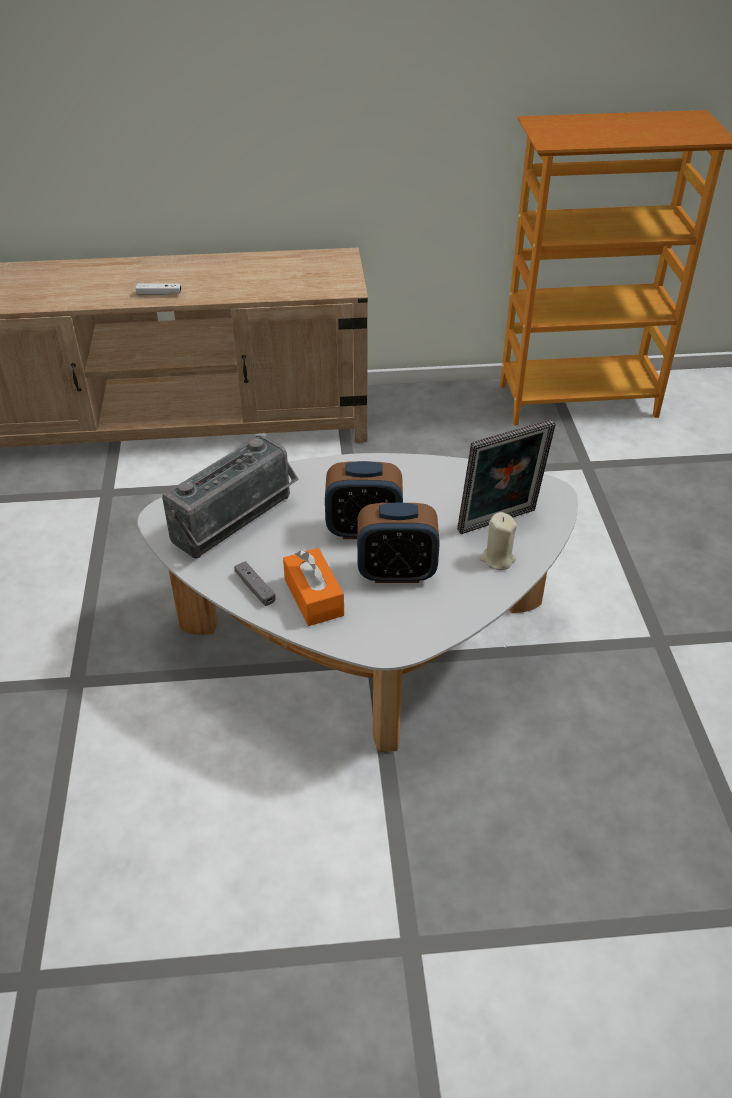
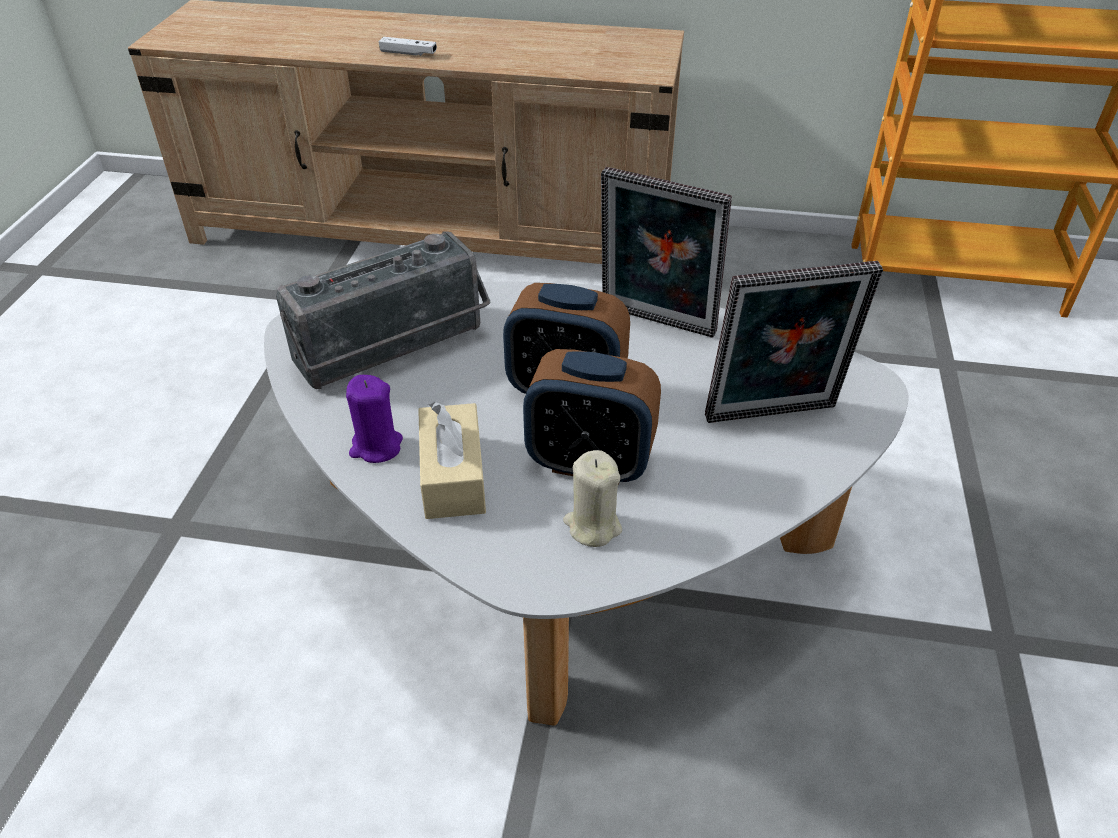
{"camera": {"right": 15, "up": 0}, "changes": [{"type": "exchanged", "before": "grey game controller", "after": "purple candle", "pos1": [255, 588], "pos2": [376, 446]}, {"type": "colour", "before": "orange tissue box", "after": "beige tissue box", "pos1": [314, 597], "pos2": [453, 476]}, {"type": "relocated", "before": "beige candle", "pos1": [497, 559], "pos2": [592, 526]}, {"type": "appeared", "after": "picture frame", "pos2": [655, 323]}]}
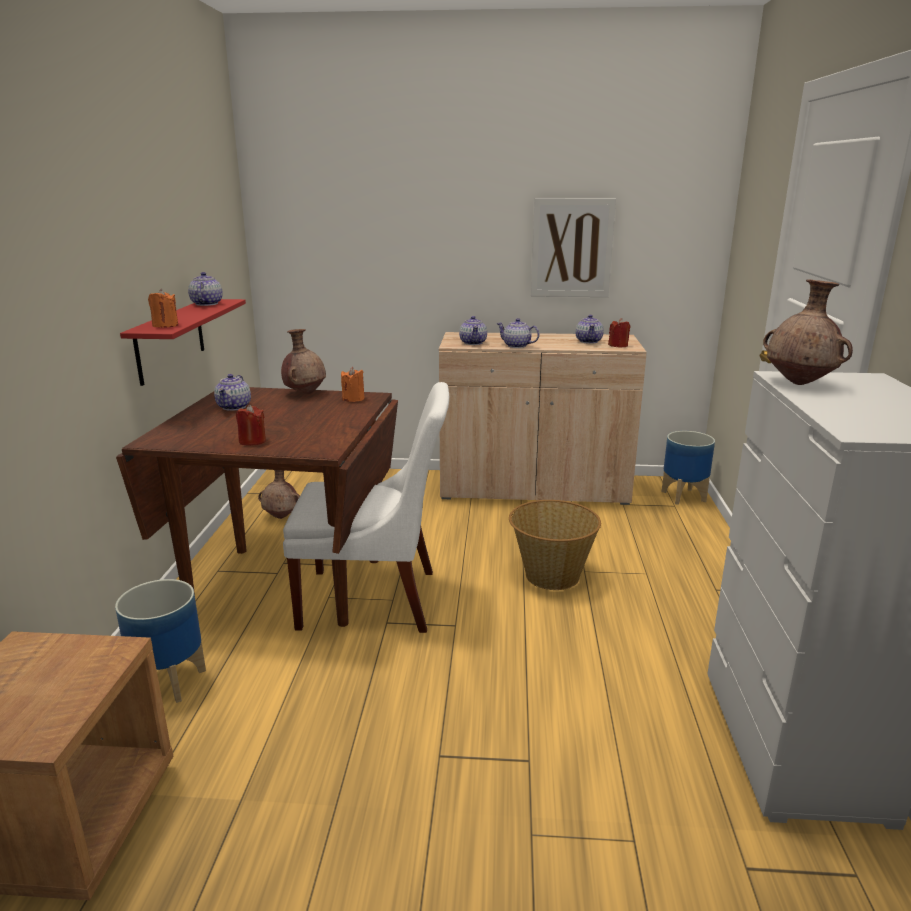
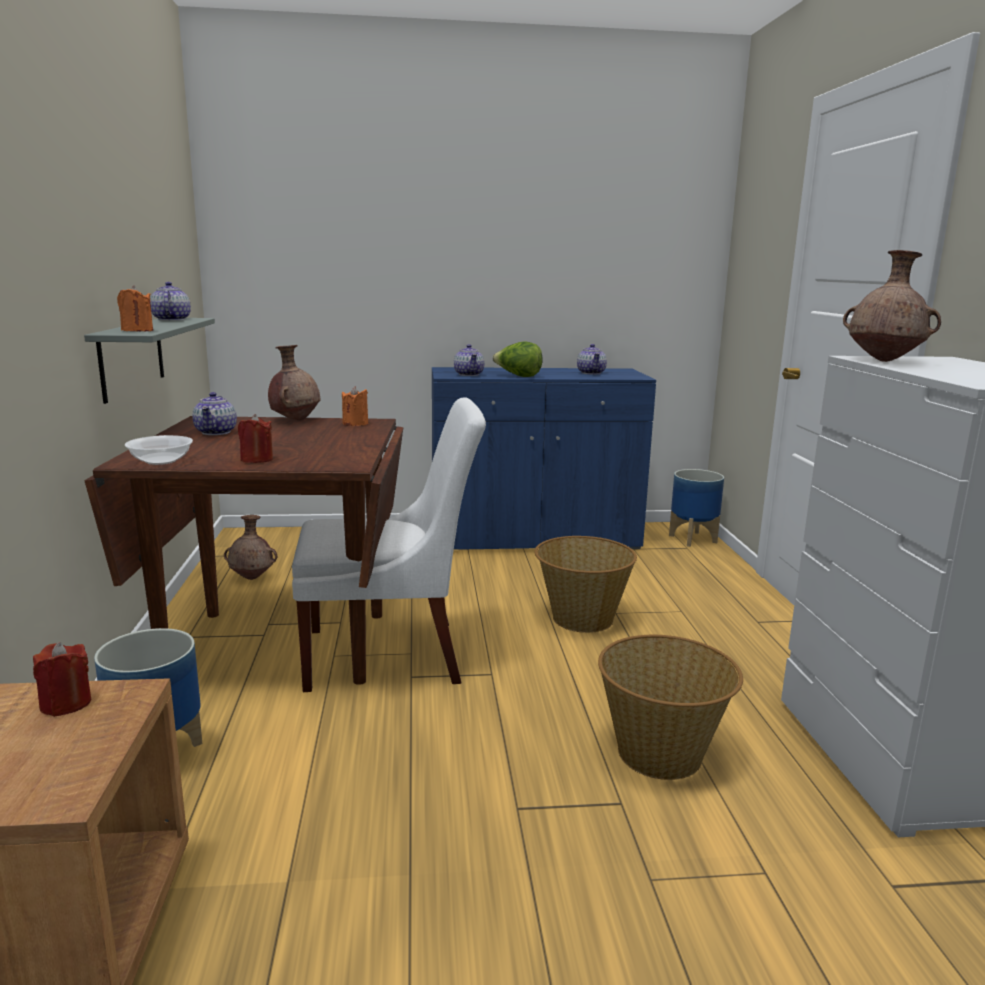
{"camera": {"right": -10, "up": -5}, "changes": [{"type": "relocated", "before": "red candle", "pos1": [618, 345], "pos2": [66, 704]}, {"type": "colour", "before": "red shelf", "after": "grey shelf", "pos1": [170, 340], "pos2": [132, 357]}, {"type": "appeared", "after": "bowl", "pos2": [161, 461]}, {"type": "colour", "before": "beige cabinet", "after": "blue cabinet", "pos1": [533, 488], "pos2": [533, 538]}, {"type": "exchanged", "before": "teapot", "after": "lettuce", "pos1": [517, 346], "pos2": [518, 376]}, {"type": "appeared", "after": "basket", "pos2": [661, 753]}, {"type": "missing", "before": "picture", "pos1": [572, 248]}]}
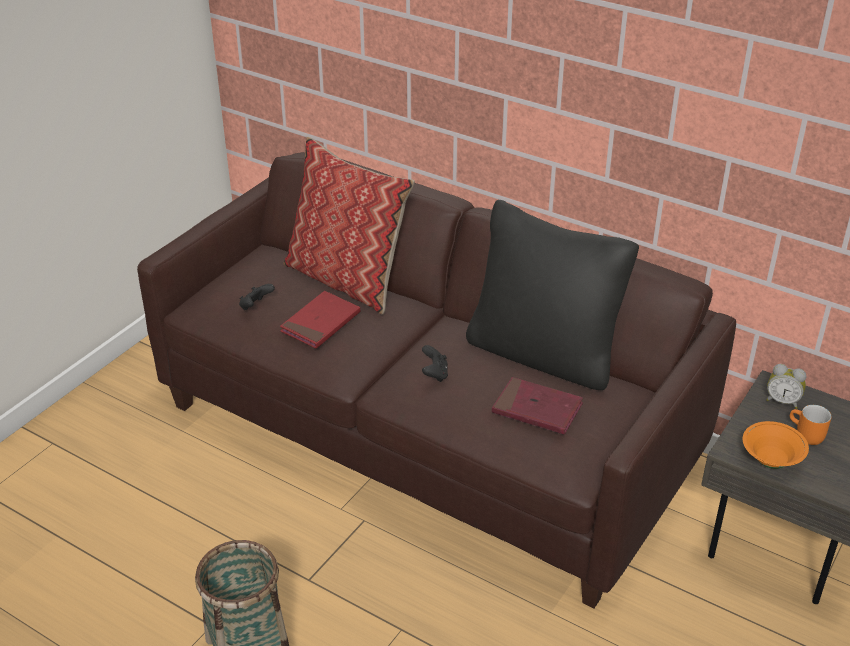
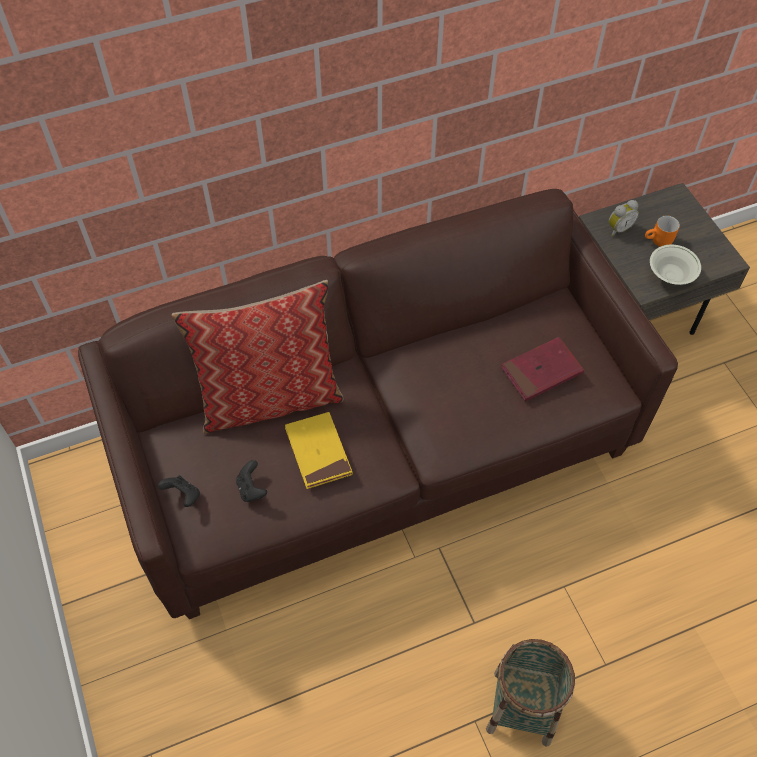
{"camera": {"right": -55, "up": 20}, "changes": [{"type": "relocated", "before": "black game controller", "pos1": [434, 374], "pos2": [183, 496]}, {"type": "colour", "before": "red book", "after": "yellow book", "pos1": [321, 323], "pos2": [318, 452]}, {"type": "colour", "before": "orange bowl", "after": "white bowl", "pos1": [771, 461], "pos2": [670, 276]}, {"type": "missing", "before": "black pillow", "pos1": [544, 354]}]}
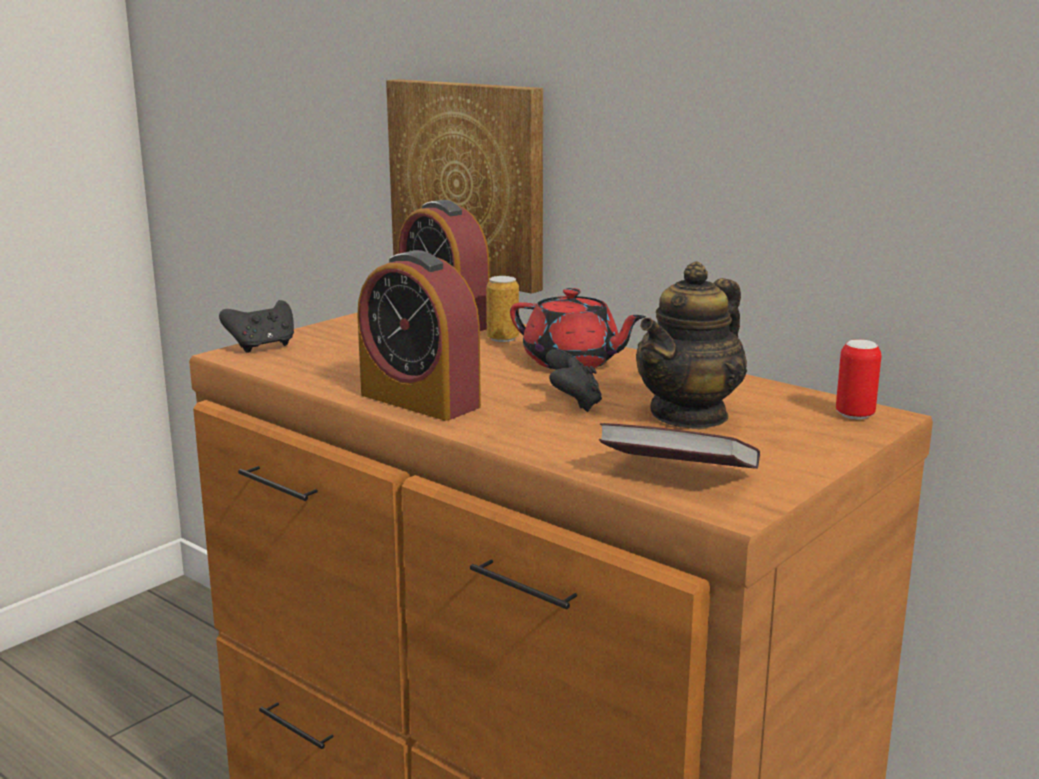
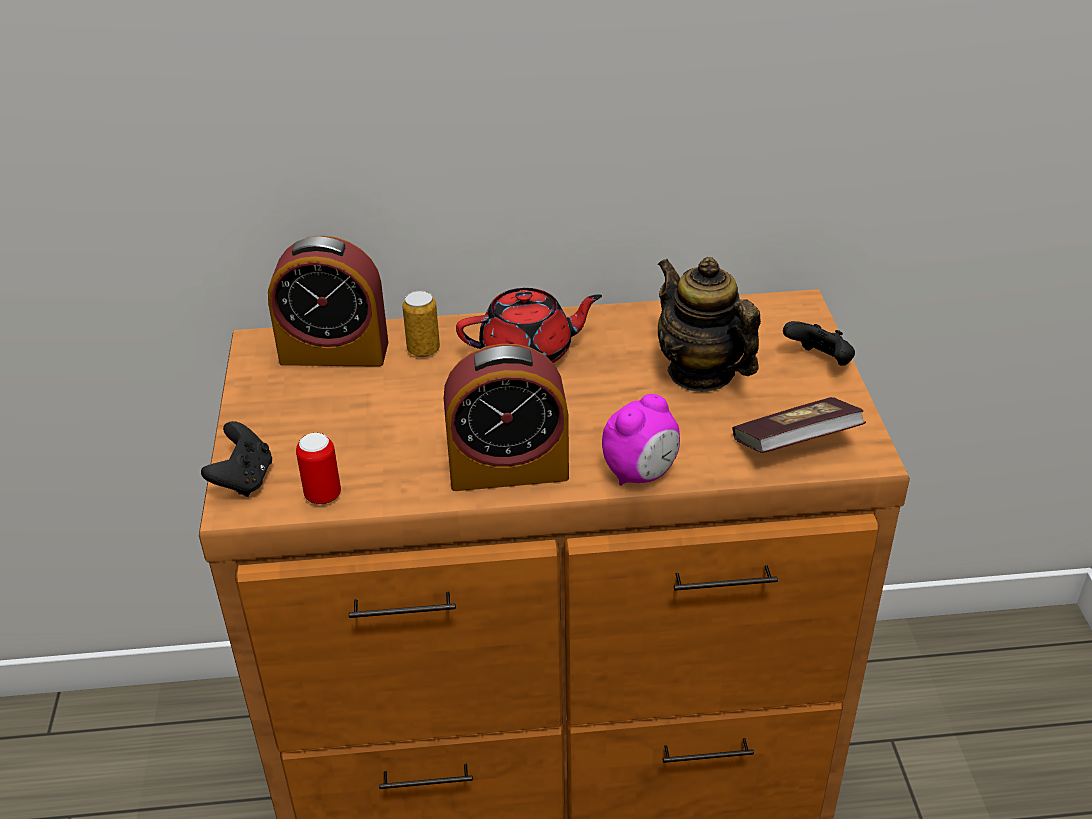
{"camera": {"right": -45, "up": 20}, "changes": [{"type": "relocated", "before": "can", "pos1": [854, 415], "pos2": [323, 495]}, {"type": "appeared", "after": "alarm clock", "pos2": [641, 474]}, {"type": "spun", "before": "teapot", "pos1": [690, 415], "pos2": [701, 372], "turn": 150}, {"type": "relocated", "before": "black game controller", "pos1": [573, 404], "pos2": [820, 362]}, {"type": "missing", "before": "picture", "pos1": [469, 182]}]}
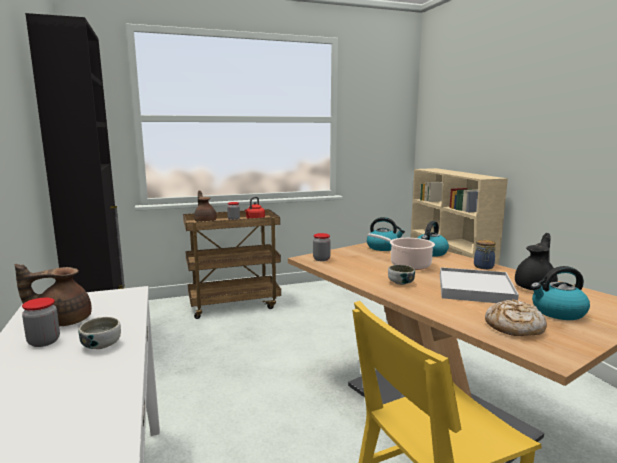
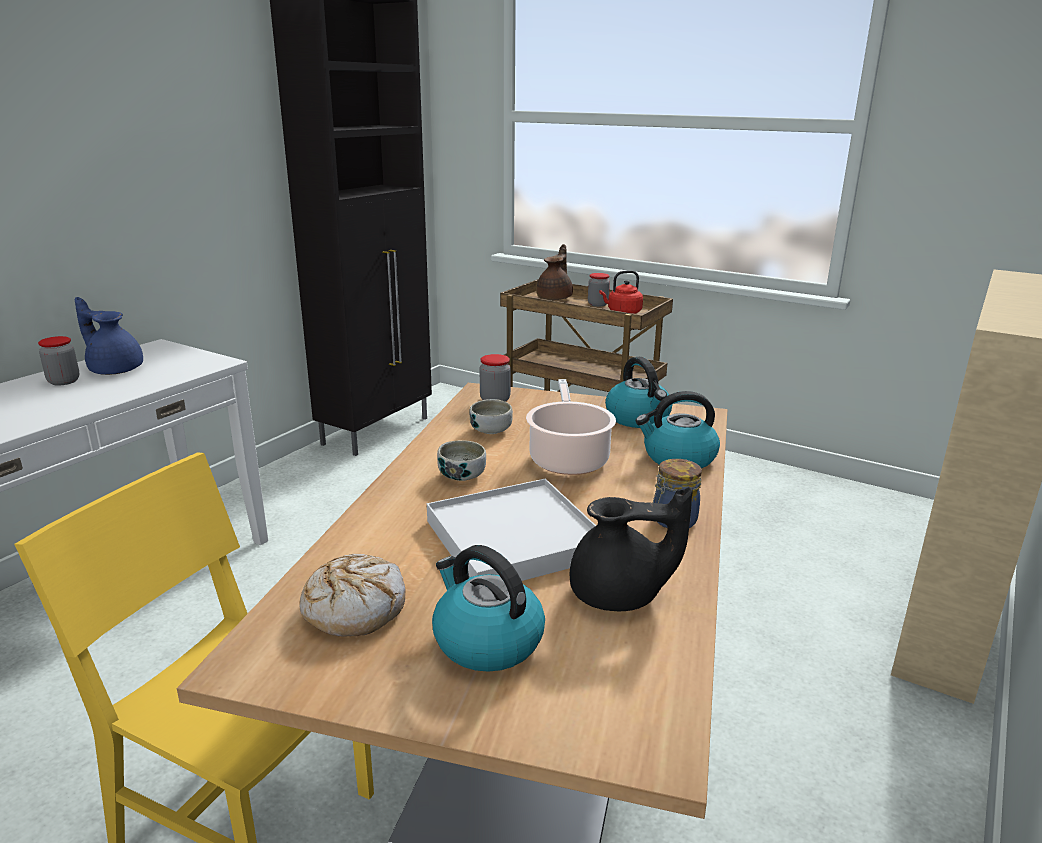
{"camera": {"right": 50, "up": 10}, "changes": [{"type": "colour", "before": "brown teapot", "after": "blue teapot", "pos1": [62, 321], "pos2": [115, 369]}, {"type": "relocated", "before": "bowl", "pos1": [101, 345], "pos2": [491, 430]}]}
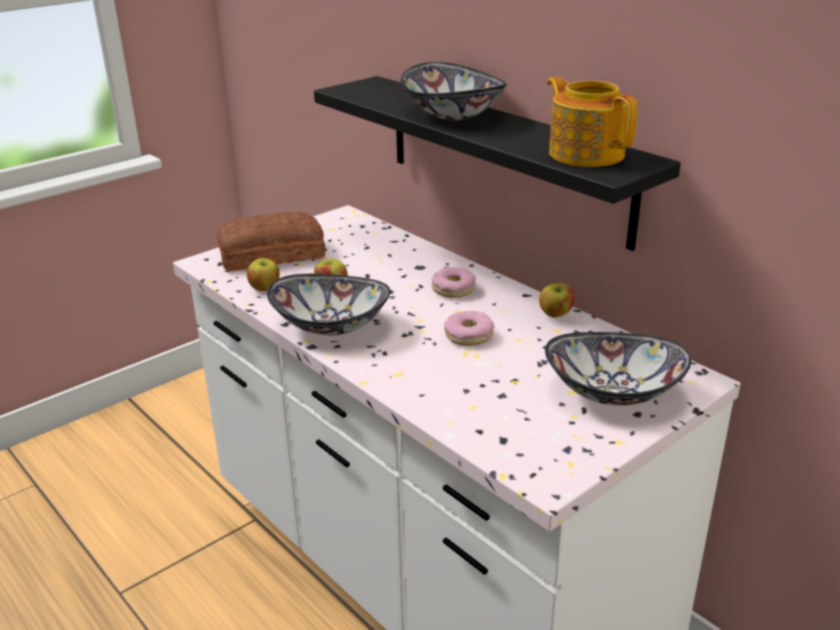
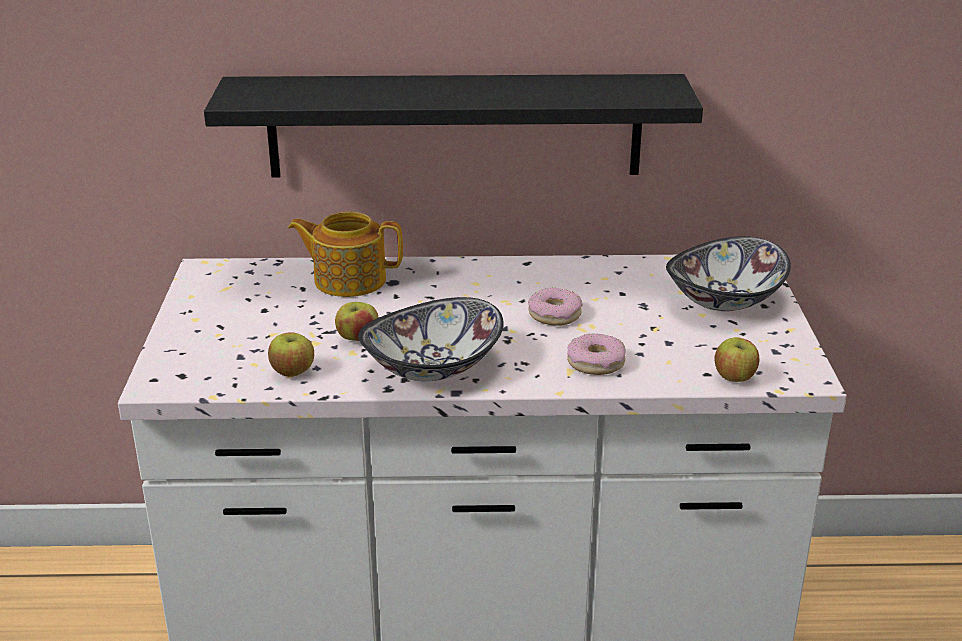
{"camera": {"right": -50, "up": 0}, "changes": [{"type": "relocated", "before": "teapot", "pos1": [586, 154], "pos2": [348, 280]}, {"type": "relocated", "before": "donut", "pos1": [453, 289], "pos2": [596, 362]}, {"type": "relocated", "before": "apple", "pos1": [555, 315], "pos2": [734, 377]}, {"type": "missing", "before": "bread", "pos1": [270, 254]}, {"type": "missing", "before": "bowl", "pos1": [451, 114]}]}
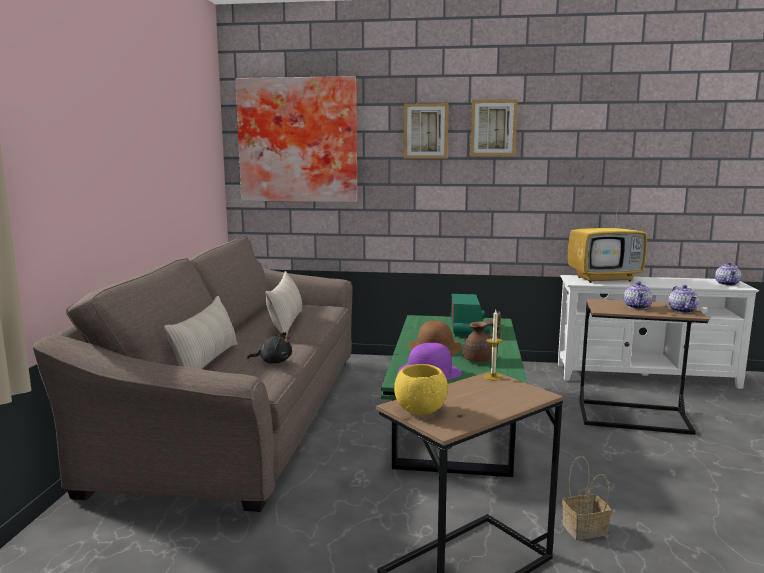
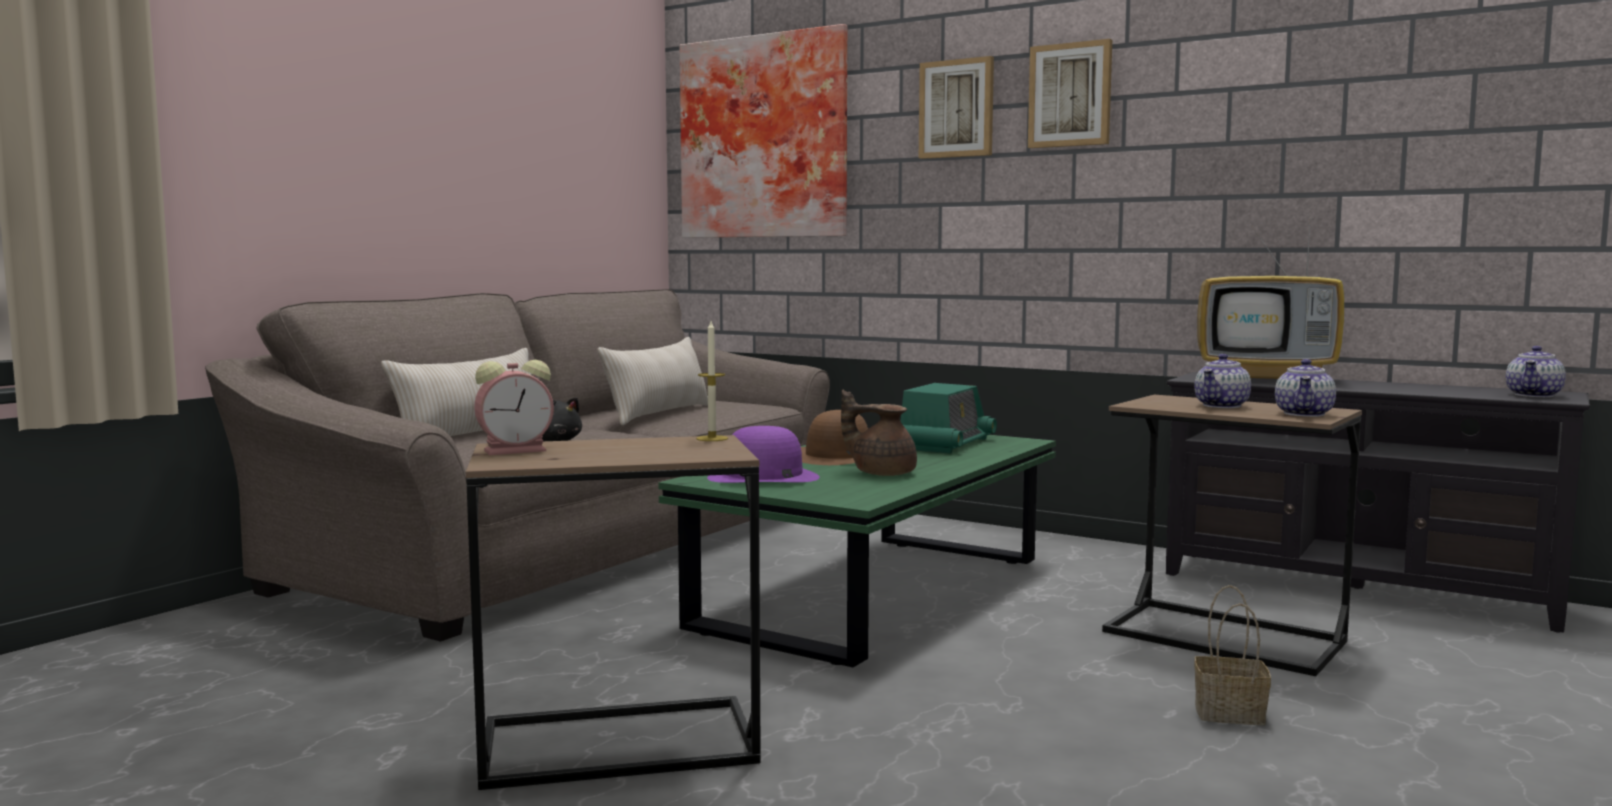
{"camera": {"right": 25, "up": -5}, "changes": [{"type": "exchanged", "before": "yellow bowl", "after": "alarm clock", "pos1": [421, 410], "pos2": [517, 450]}, {"type": "spun", "before": "brown teapot", "pos1": [481, 359], "pos2": [882, 473], "turn": -150}, {"type": "colour", "before": "white tv stand", "after": "black tv stand", "pos1": [645, 376], "pos2": [1355, 589]}, {"type": "relocated", "before": "basket", "pos1": [583, 530], "pos2": [1227, 714]}]}
